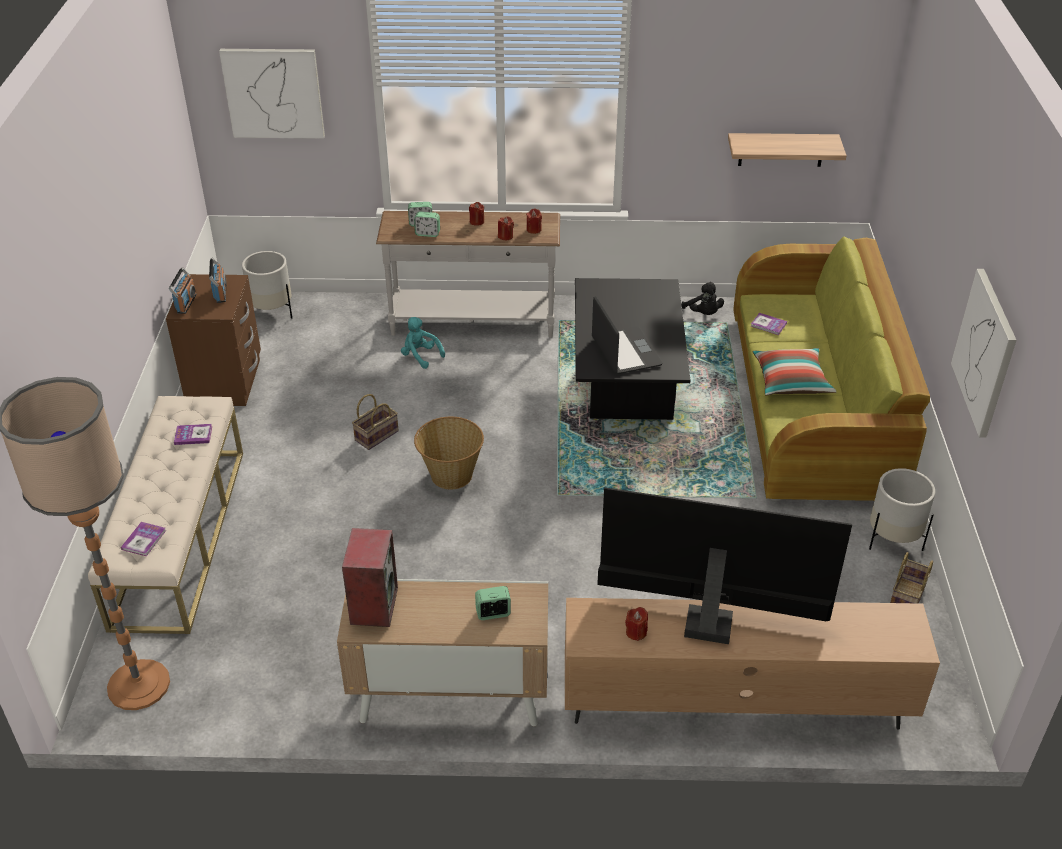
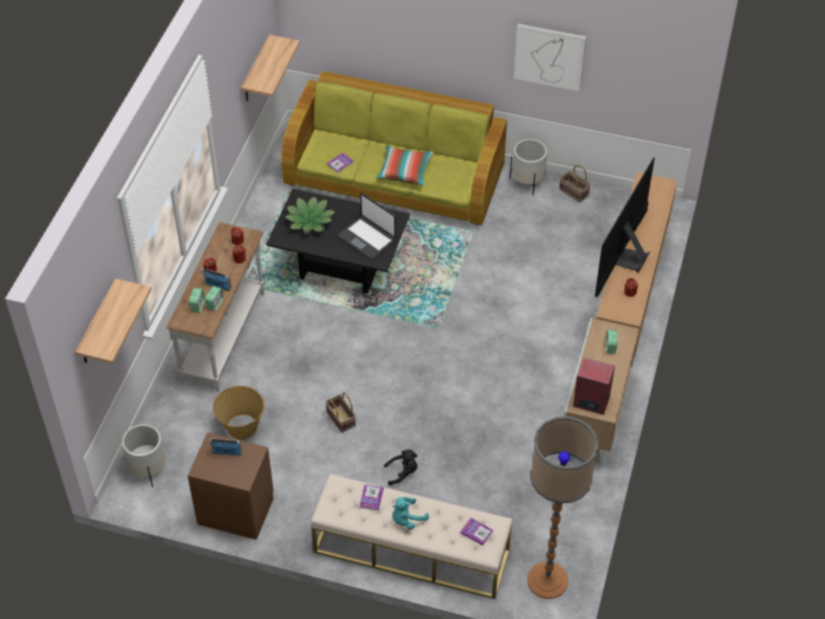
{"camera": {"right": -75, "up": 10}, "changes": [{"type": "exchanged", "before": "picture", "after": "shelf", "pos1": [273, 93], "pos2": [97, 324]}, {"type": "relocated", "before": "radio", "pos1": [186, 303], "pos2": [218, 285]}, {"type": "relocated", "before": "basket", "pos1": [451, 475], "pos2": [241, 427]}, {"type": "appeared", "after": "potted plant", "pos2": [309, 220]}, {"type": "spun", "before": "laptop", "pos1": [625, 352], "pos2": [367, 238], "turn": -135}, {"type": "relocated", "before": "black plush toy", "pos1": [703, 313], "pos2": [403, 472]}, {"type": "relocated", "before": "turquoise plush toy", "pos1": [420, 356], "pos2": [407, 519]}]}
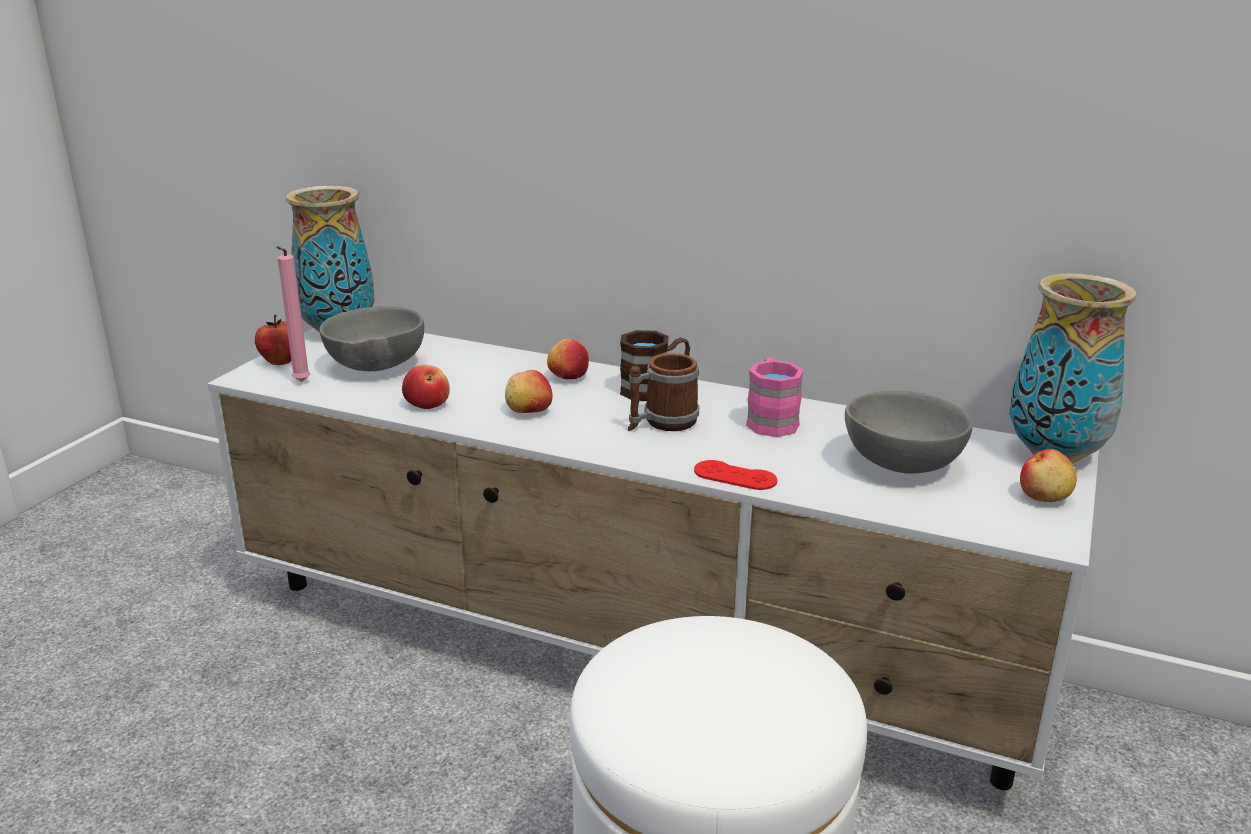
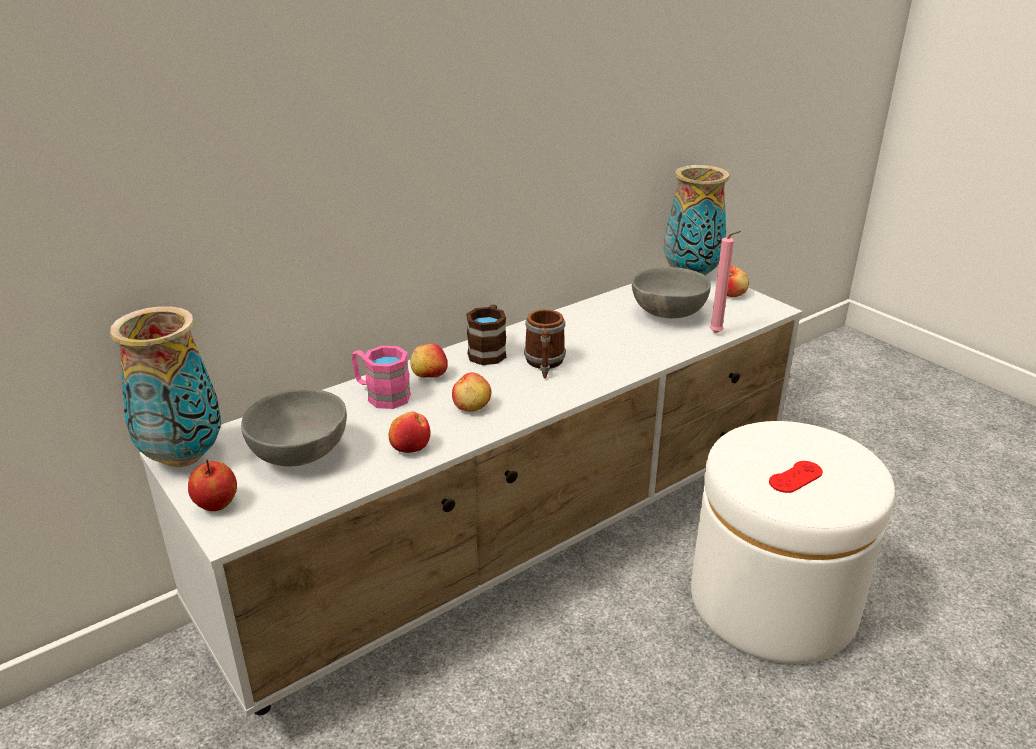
{"camera": {"right": -60, "up": 5}, "changes": [{"type": "relocated", "before": "pink mug", "pos1": [770, 419], "pos2": [381, 395]}, {"type": "relocated", "before": "pink candle", "pos1": [300, 383], "pos2": [717, 334]}, {"type": "relocated", "before": "red game controller", "pos1": [735, 476], "pos2": [795, 477]}]}
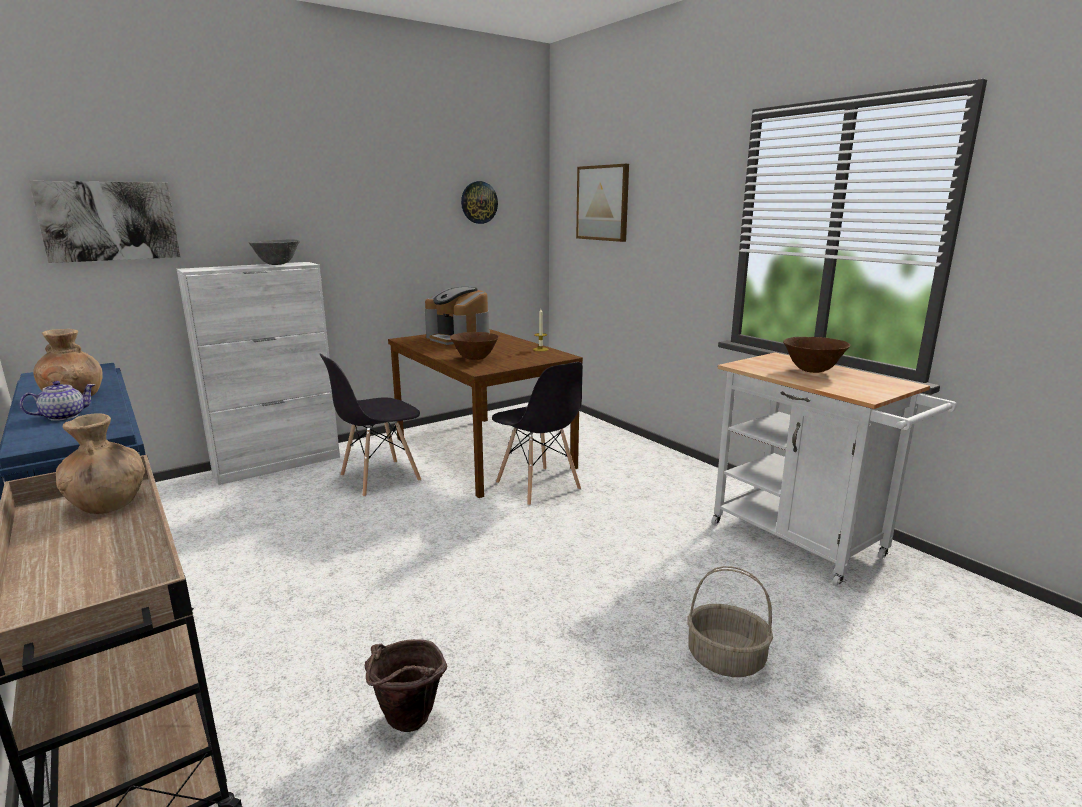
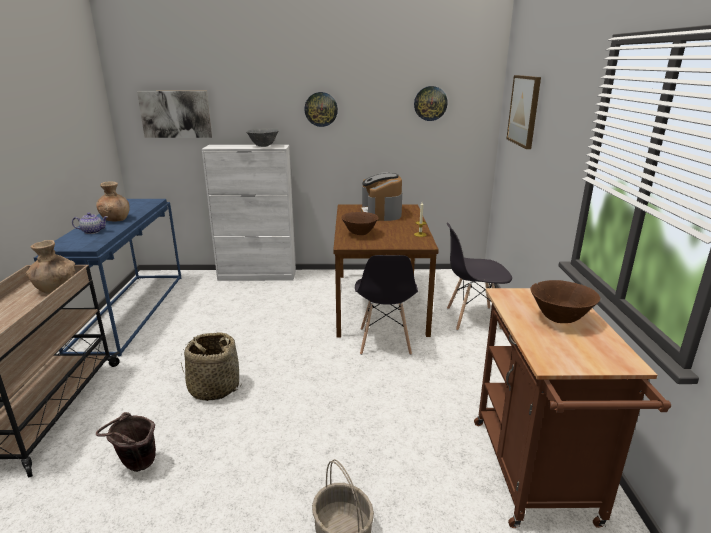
{"camera": {"right": 35, "up": 5}, "changes": [{"type": "appeared", "after": "basket", "pos2": [214, 387]}, {"type": "appeared", "after": "wall clock", "pos2": [321, 109]}, {"type": "relocated", "before": "grey chair", "pos1": [379, 478], "pos2": [472, 318]}, {"type": "colour", "before": "white cart", "after": "brown cart", "pos1": [805, 545], "pos2": [536, 478]}]}
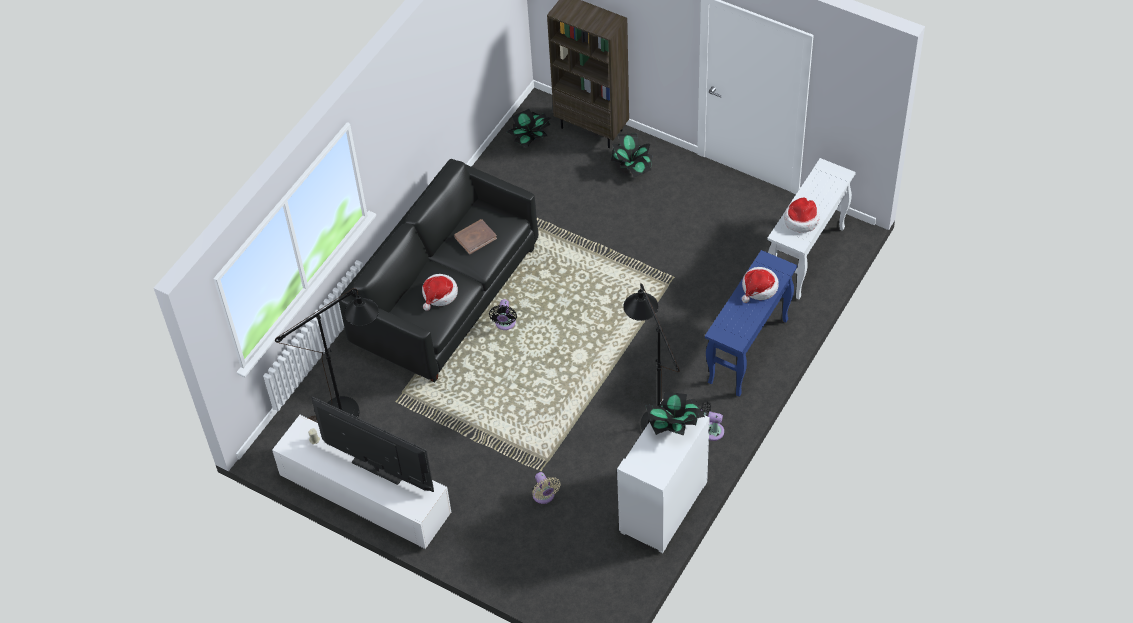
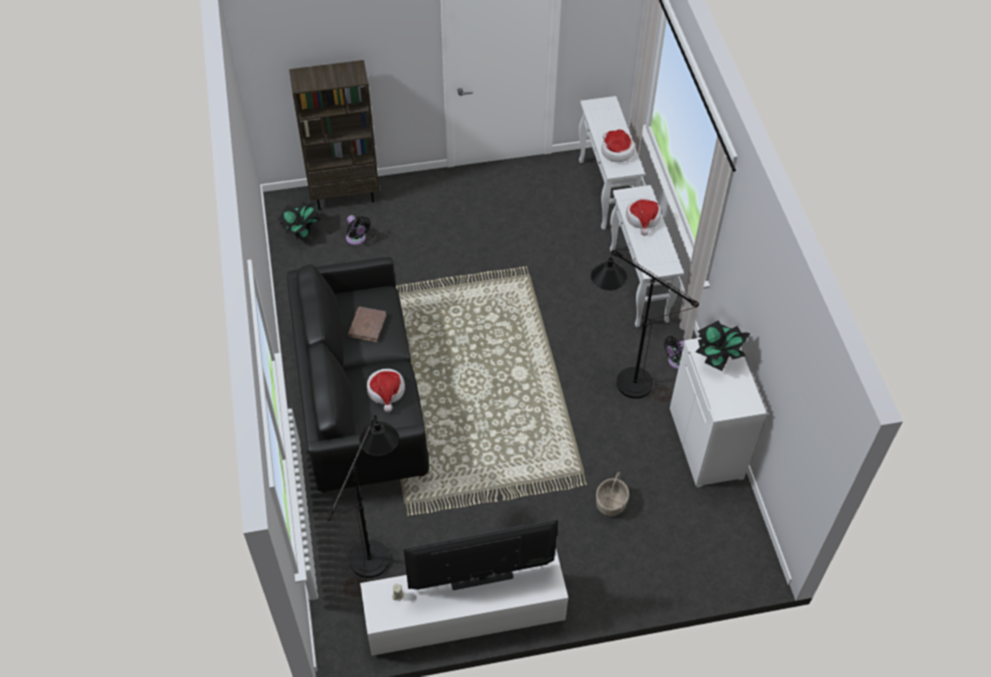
{"camera": {"right": -45, "up": 0}, "changes": [{"type": "relocated", "before": "black fan", "pos1": [505, 324], "pos2": [357, 239]}, {"type": "exchanged", "before": "beige fan", "after": "basket", "pos1": [544, 496], "pos2": [610, 502]}, {"type": "colour", "before": "blue console table", "after": "white console table", "pos1": [748, 352], "pos2": [639, 286]}, {"type": "missing", "before": "potted plant", "pos1": [632, 166]}]}
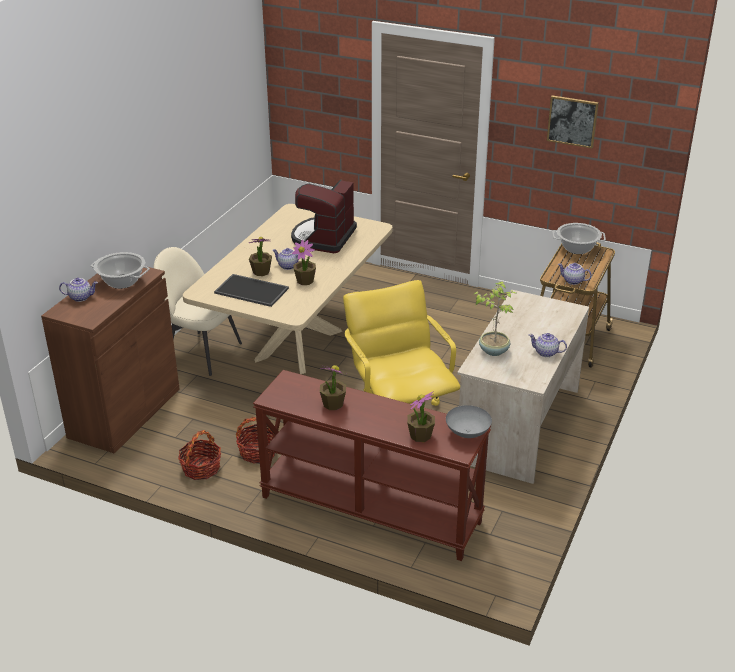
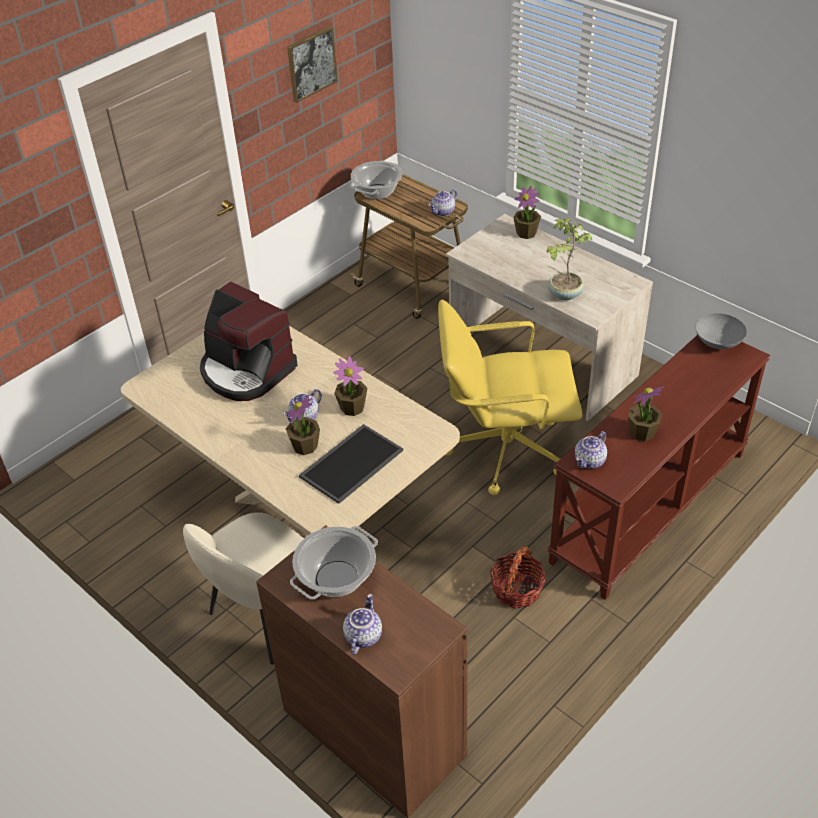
{"camera": {"right": -70, "up": 10}, "changes": [{"type": "relocated", "before": "potted plant", "pos1": [420, 436], "pos2": [526, 233]}, {"type": "relocated", "before": "teapot", "pos1": [546, 353], "pos2": [590, 461]}, {"type": "missing", "before": "basket", "pos1": [201, 468]}]}
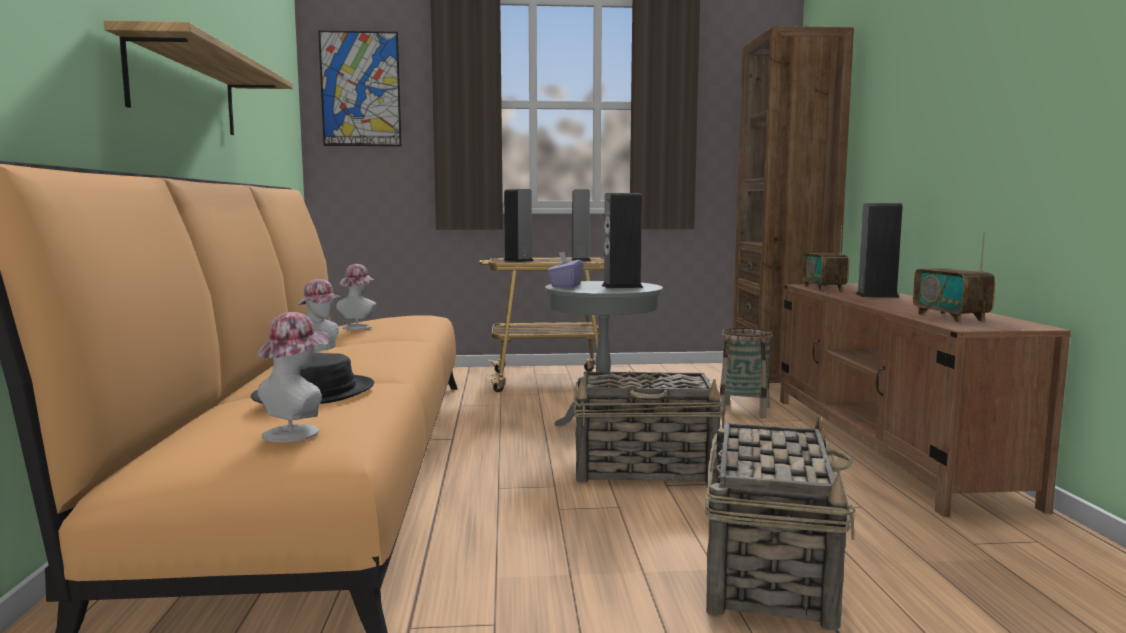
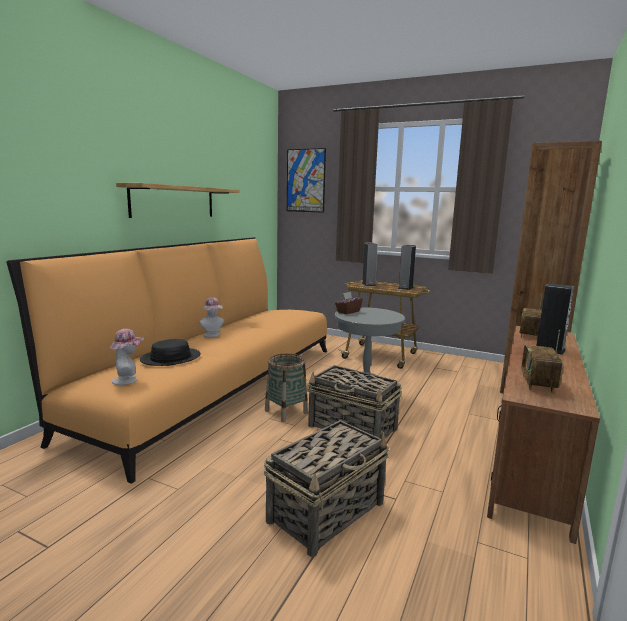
{"camera": {"right": 30, "up": 5}, "changes": [{"type": "relocated", "before": "basket", "pos1": [743, 410], "pos2": [286, 412]}, {"type": "colour", "before": "purple tissue box", "after": "brown tissue box", "pos1": [565, 286], "pos2": [348, 312]}, {"type": "missing", "before": "hat", "pos1": [358, 327]}, {"type": "missing", "before": "speaker", "pos1": [622, 286]}]}
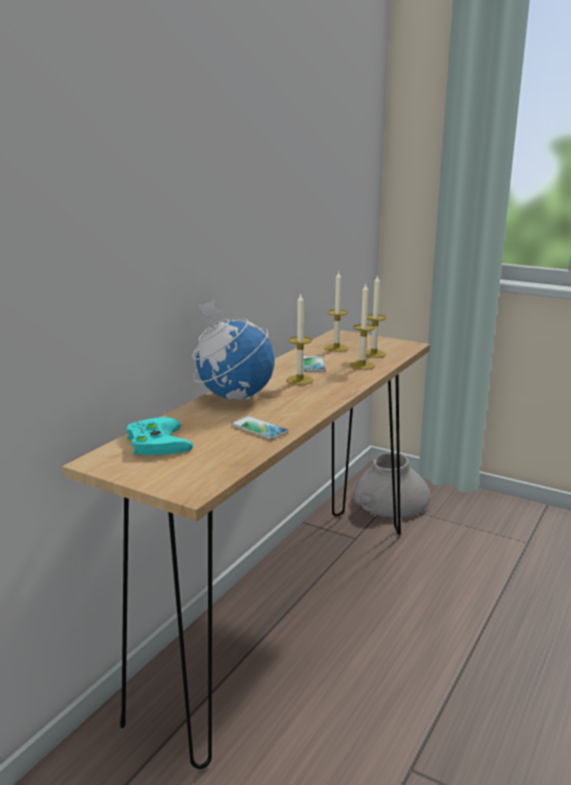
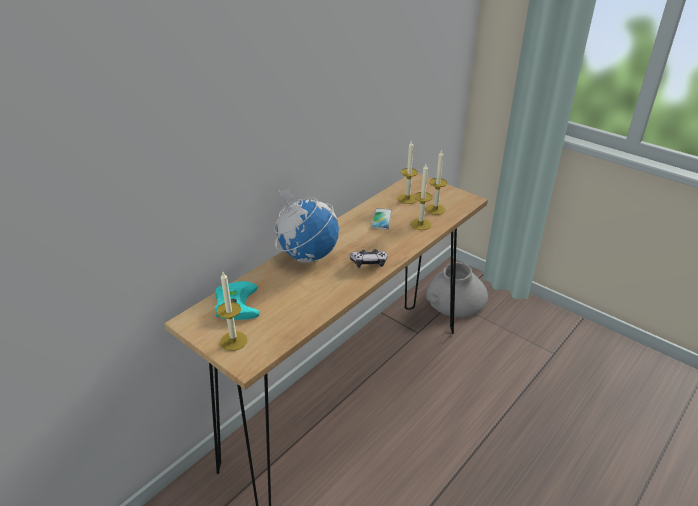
{"camera": {"right": 10, "up": 15}, "changes": [{"type": "relocated", "before": "candle", "pos1": [299, 380], "pos2": [233, 341]}, {"type": "appeared", "after": "game controller", "pos2": [369, 262]}, {"type": "missing", "before": "phone", "pos1": [259, 429]}]}
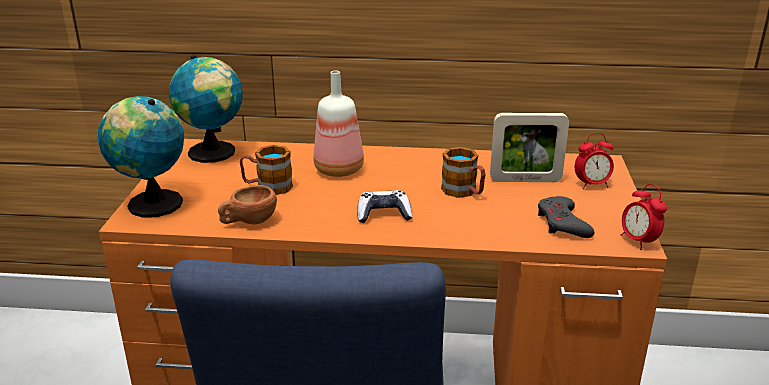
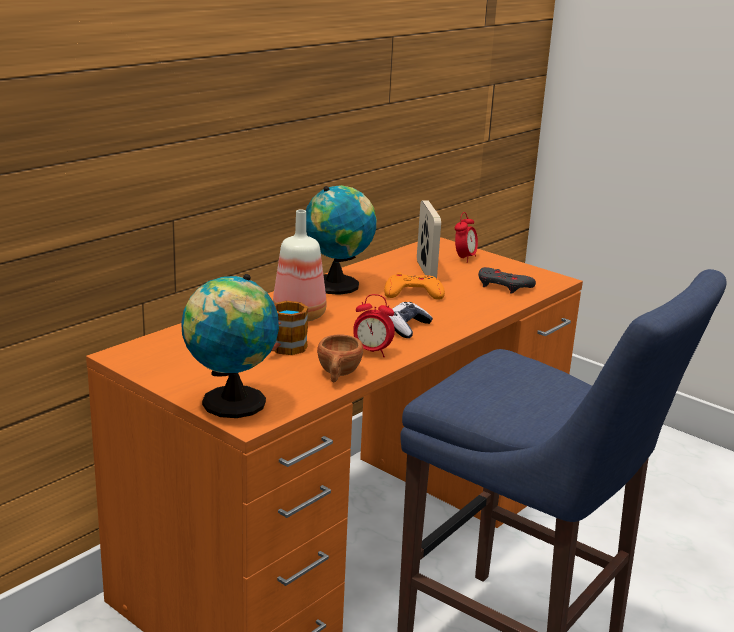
{"camera": {"right": -55, "up": -5}, "changes": [{"type": "relocated", "before": "globe", "pos1": [214, 153], "pos2": [338, 285]}, {"type": "relocated", "before": "alarm clock", "pos1": [638, 241], "pos2": [371, 352]}, {"type": "exchanged", "before": "mug", "after": "orange game controller", "pos1": [464, 192], "pos2": [413, 293]}, {"type": "spun", "before": "picture frame", "pos1": [525, 180], "pos2": [426, 271], "turn": -45}]}
